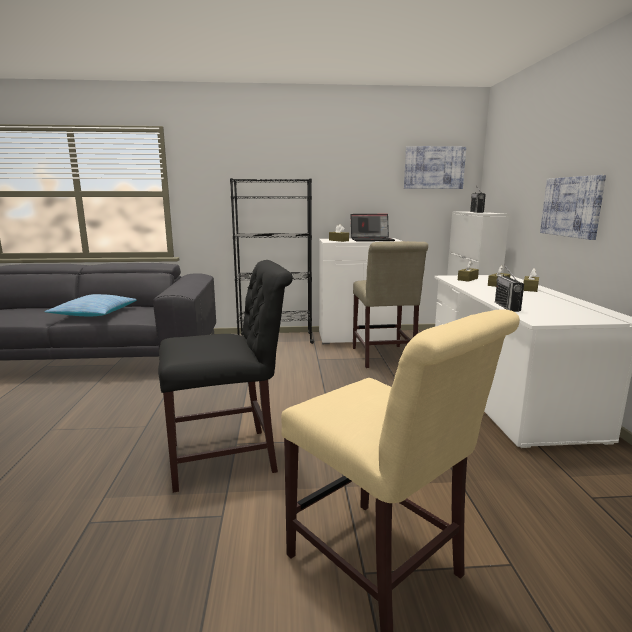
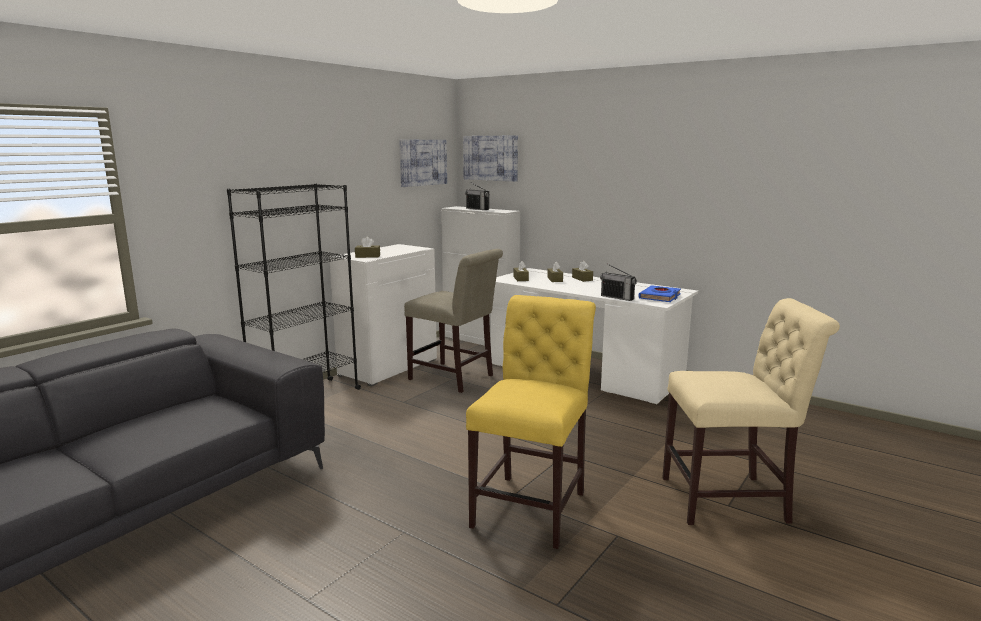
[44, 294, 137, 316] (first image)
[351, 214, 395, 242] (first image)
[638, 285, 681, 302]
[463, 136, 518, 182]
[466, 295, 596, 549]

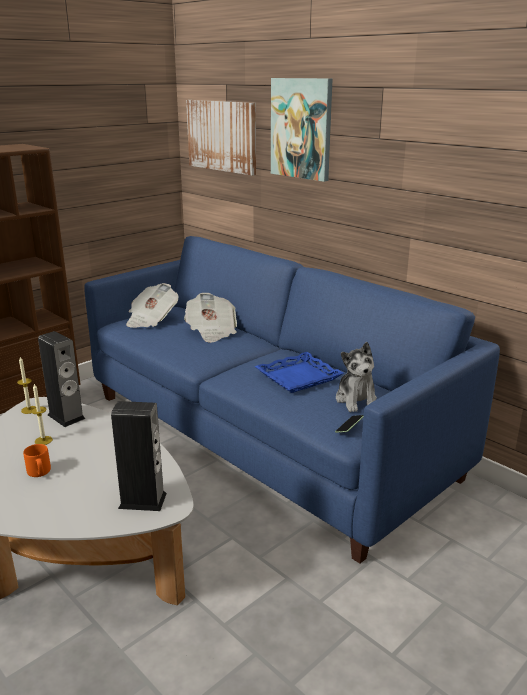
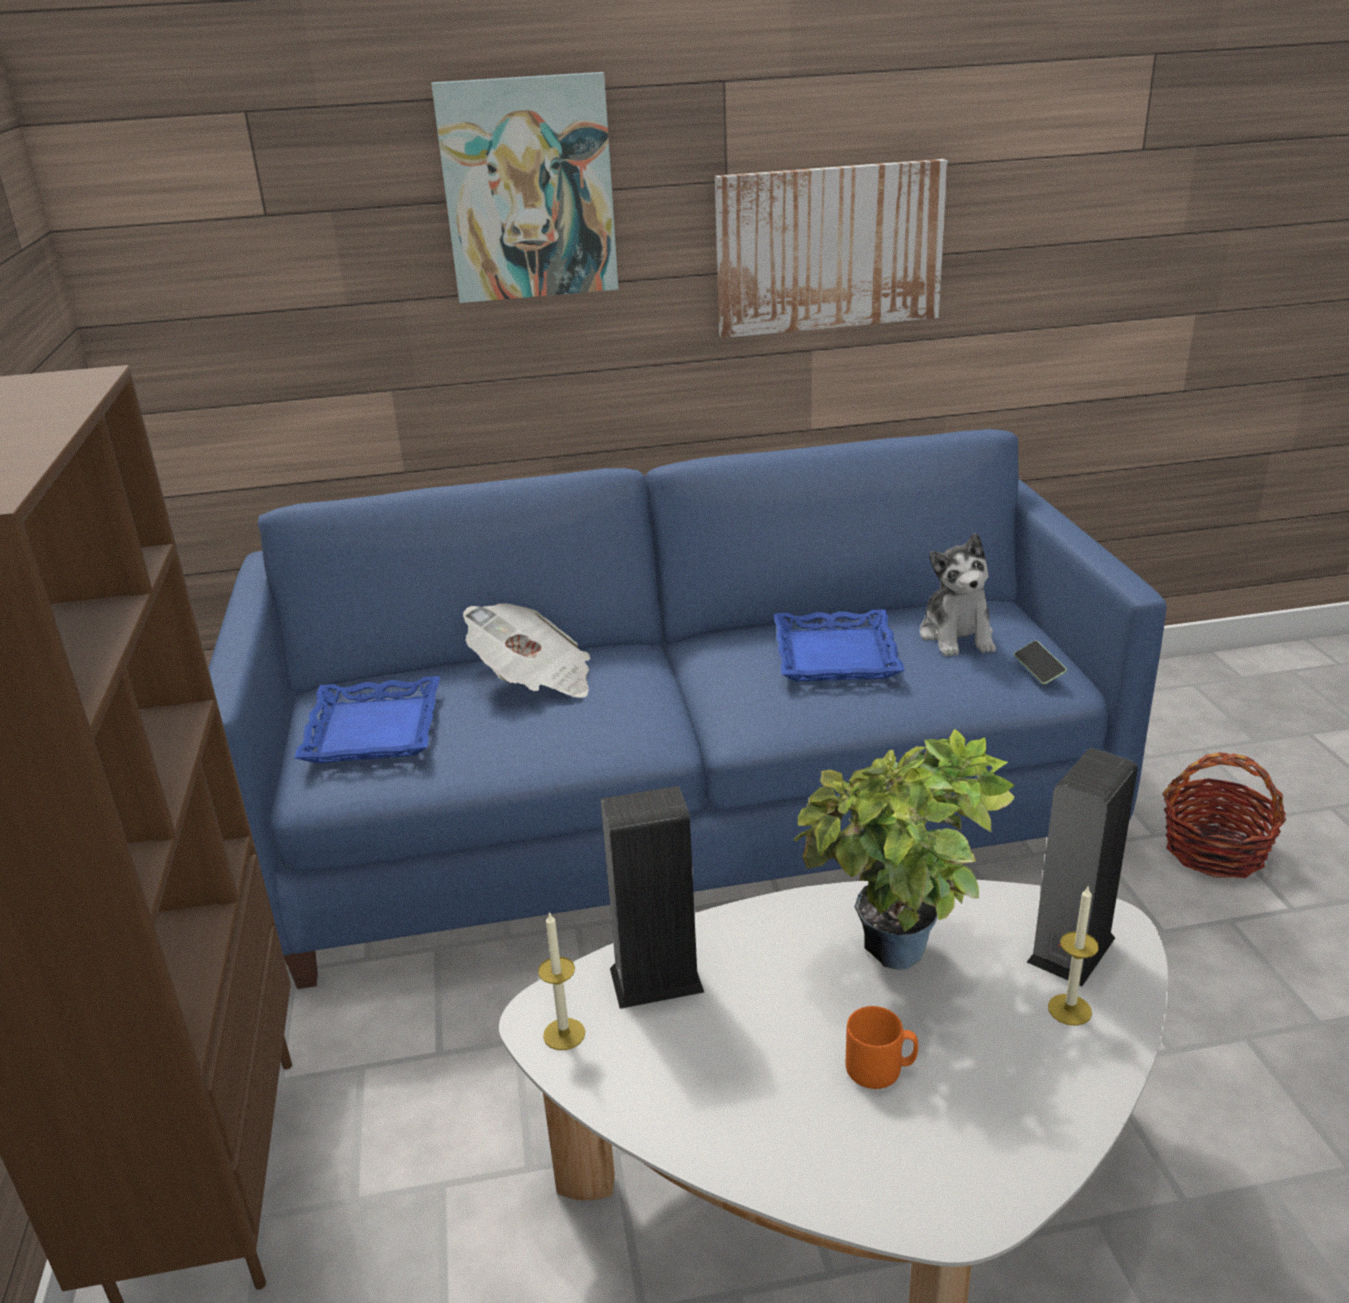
[794, 729, 1015, 970]
[1163, 753, 1286, 878]
[1048, 885, 1099, 1026]
[715, 159, 948, 338]
[294, 676, 440, 763]
[920, 533, 996, 657]

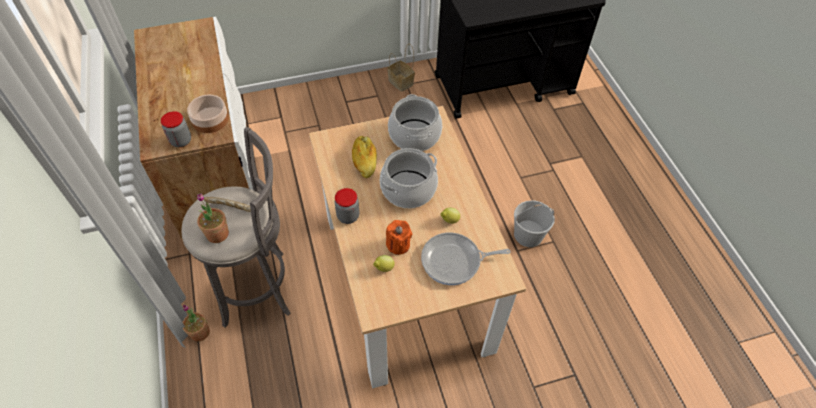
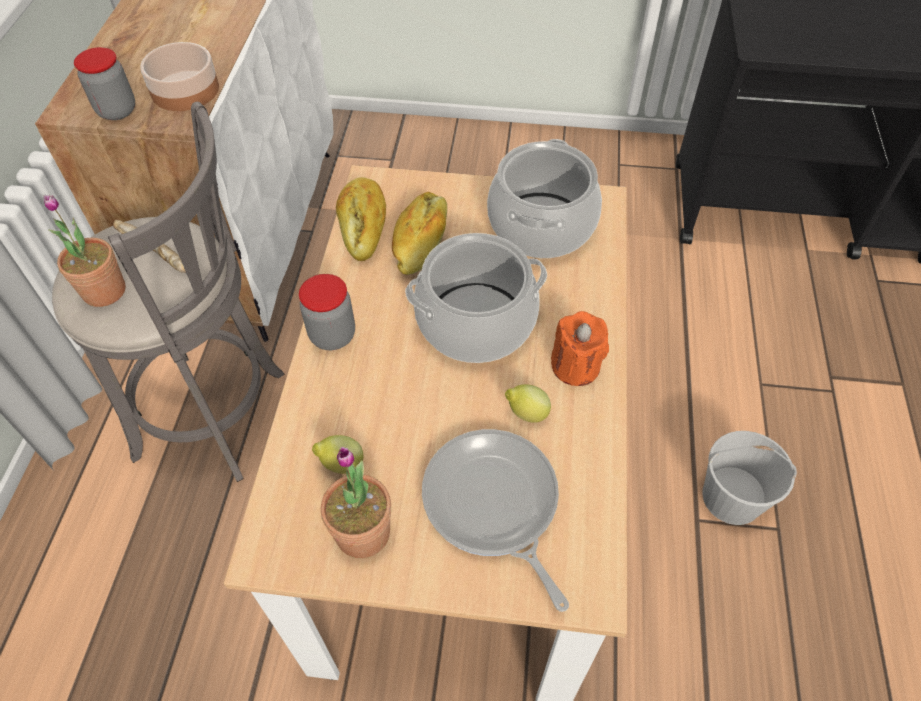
[387, 44, 415, 92] (first image)
[336, 177, 386, 261]
[321, 447, 391, 558]
[551, 311, 609, 386]
[422, 429, 569, 612]

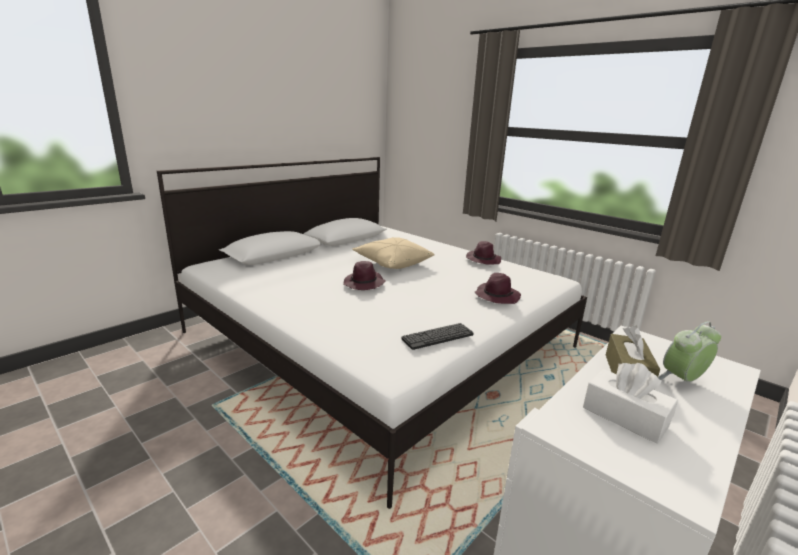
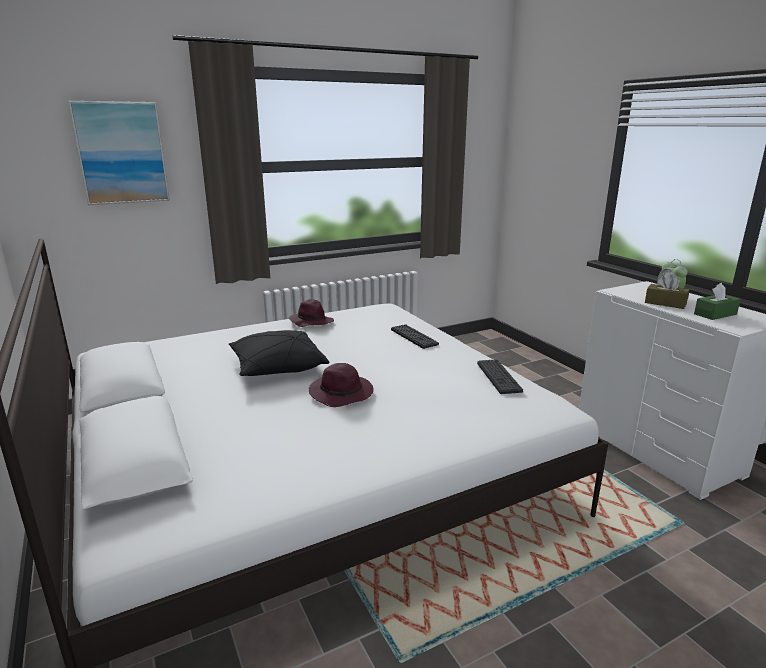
[68, 101, 170, 205]
[391, 324, 439, 349]
[229, 330, 329, 376]
[694, 283, 741, 320]

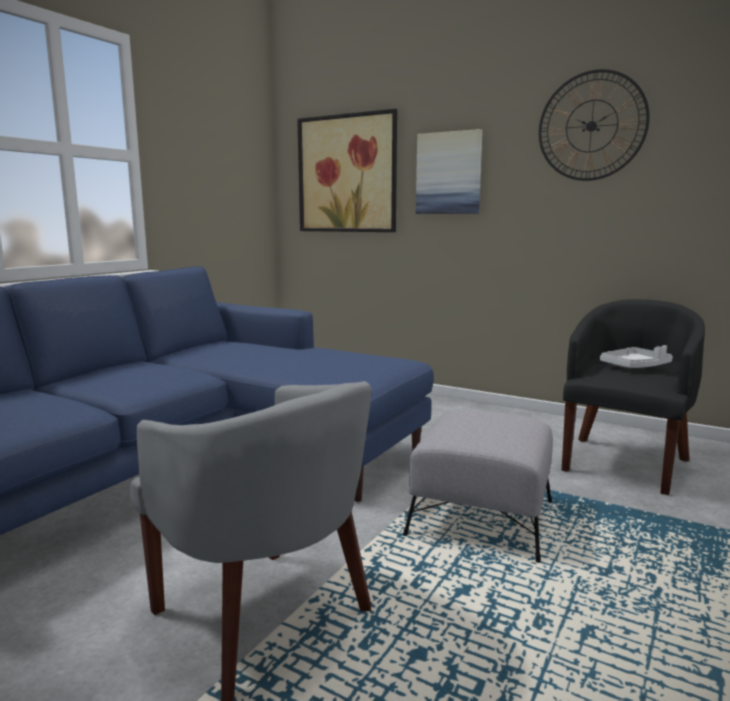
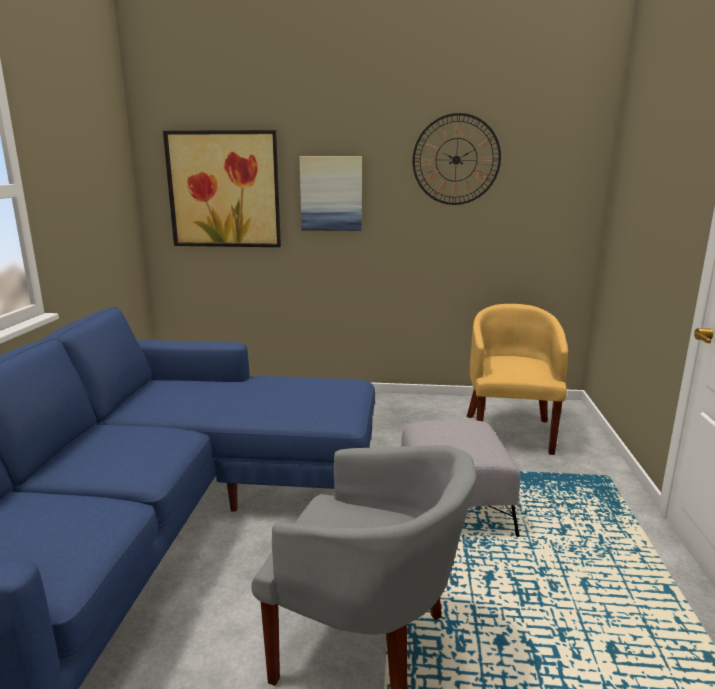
[600, 345, 673, 368] (first image)
[467, 304, 568, 455]

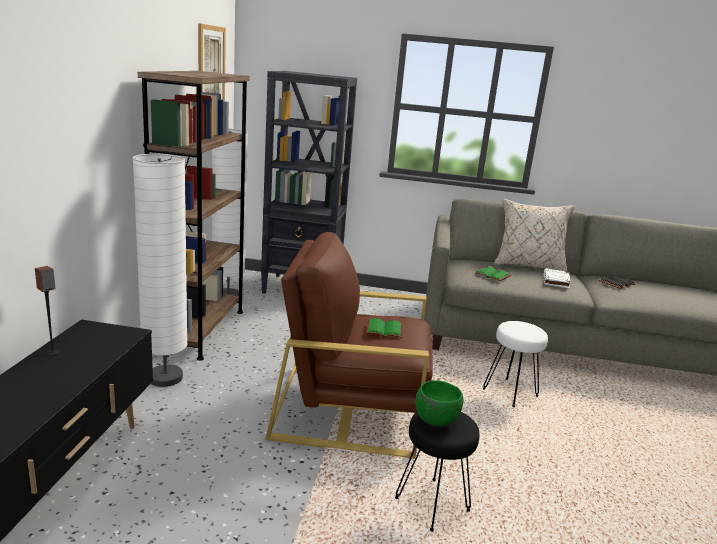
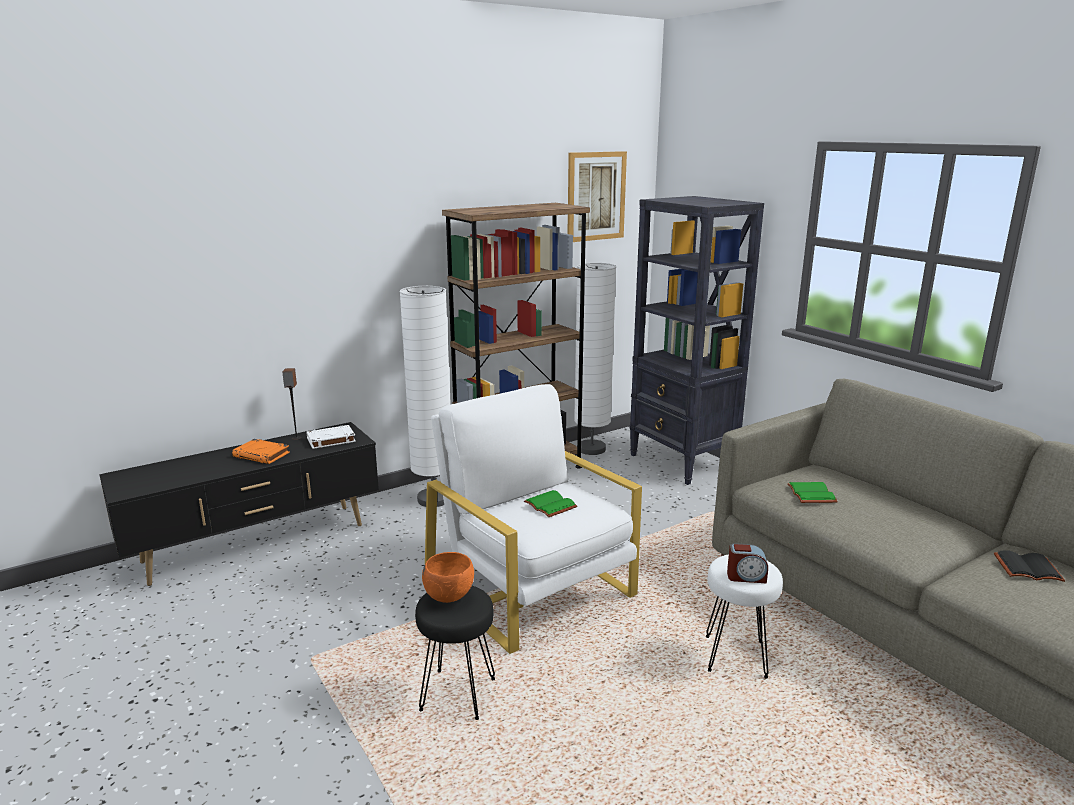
[494, 199, 575, 272] (first image)
[232, 439, 290, 464]
[727, 543, 768, 583]
[306, 425, 356, 449]
[425, 384, 642, 654]
[422, 552, 474, 603]

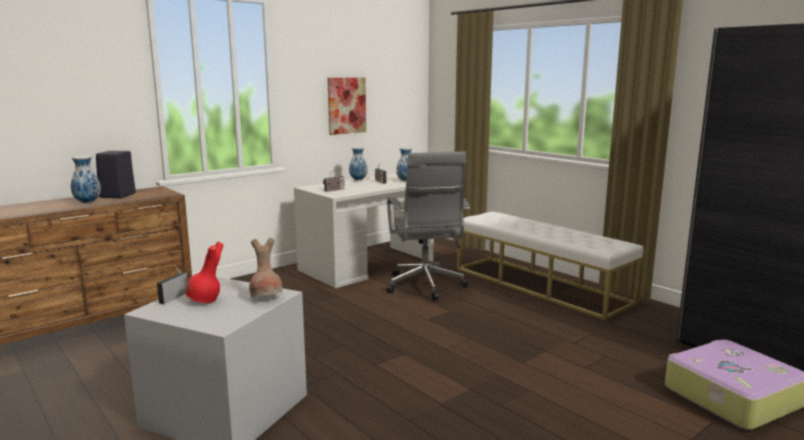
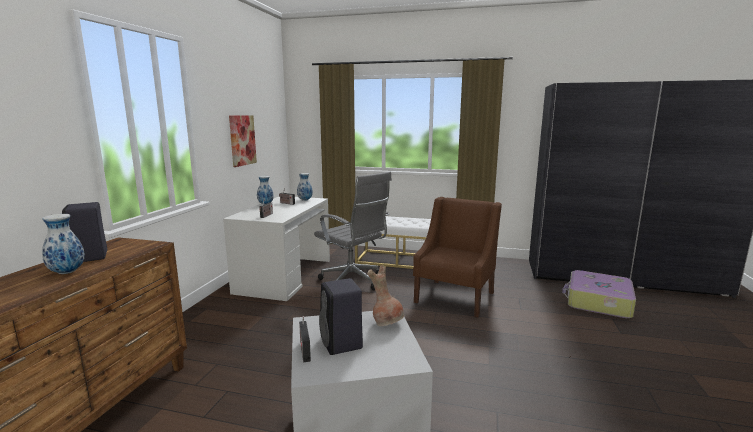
[413, 197, 502, 318]
[319, 278, 363, 355]

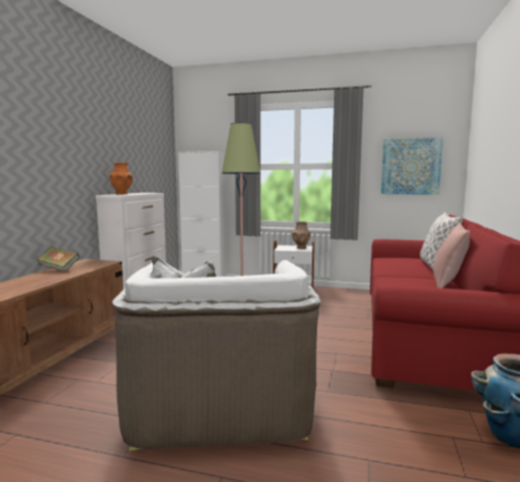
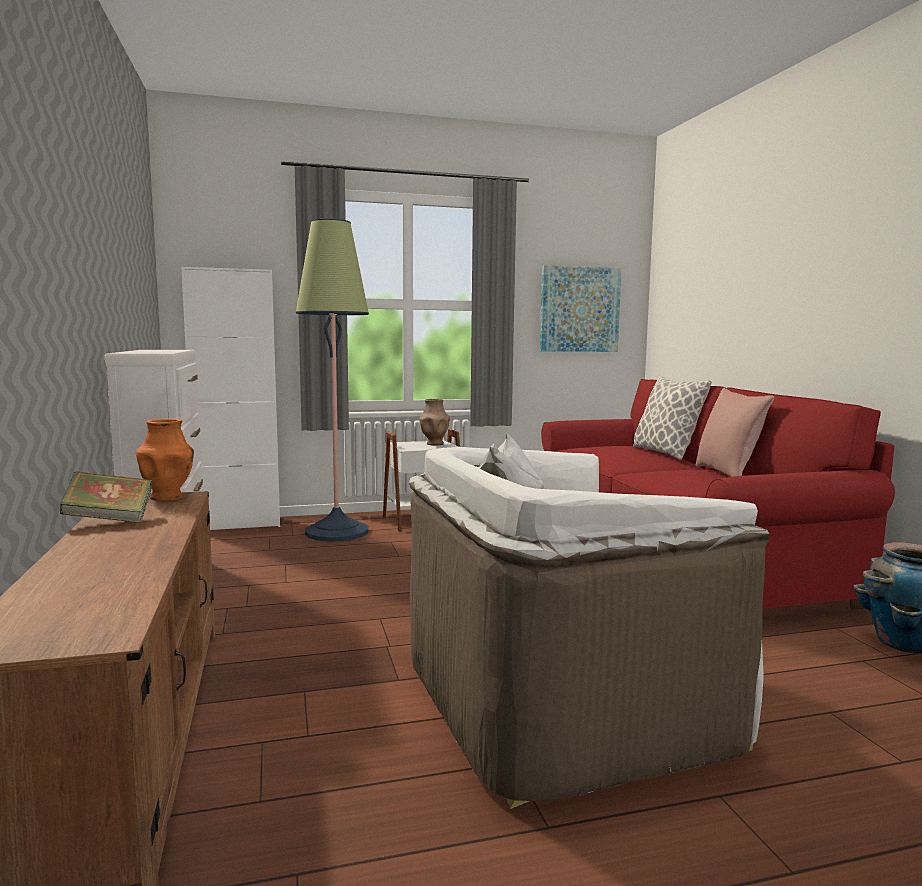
[136, 419, 194, 501]
[409, 433, 770, 809]

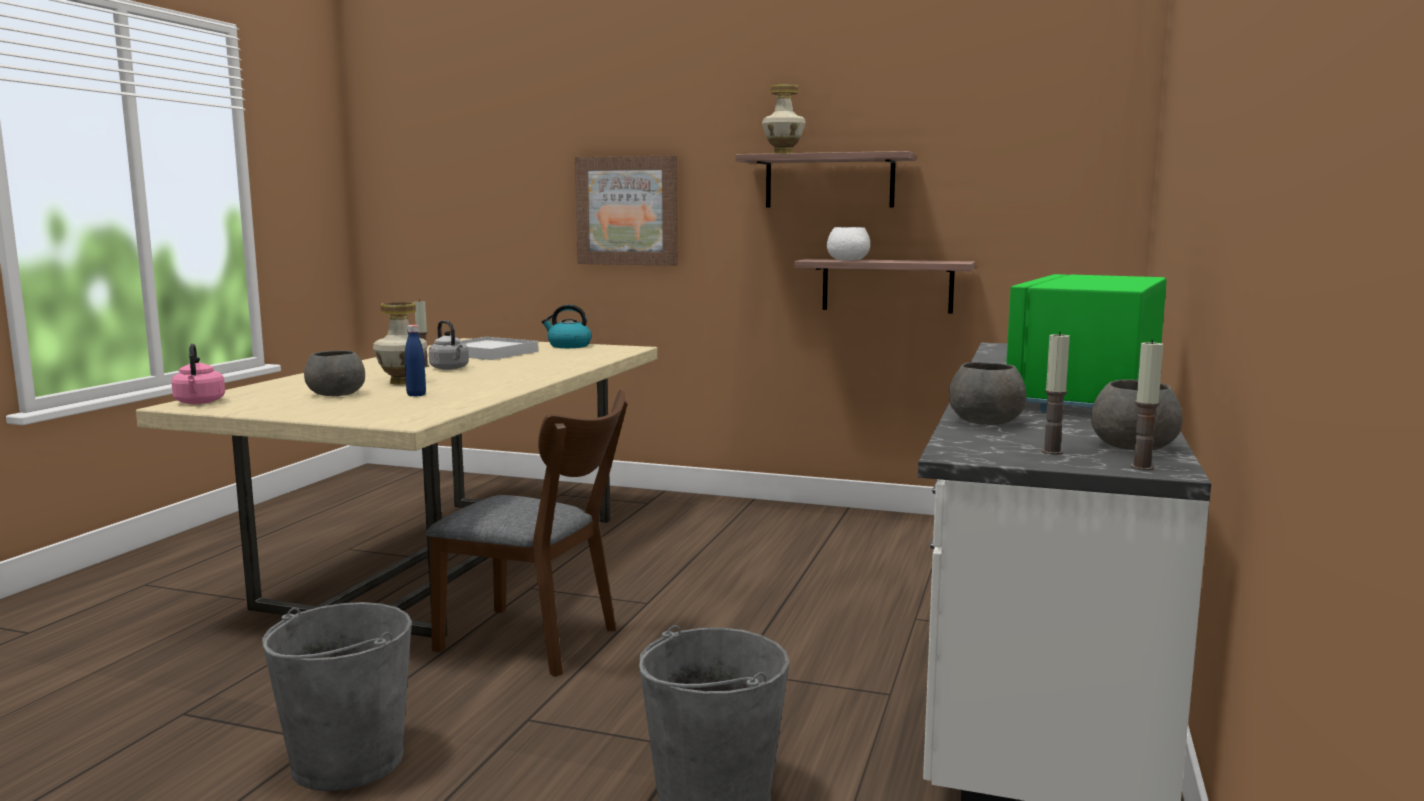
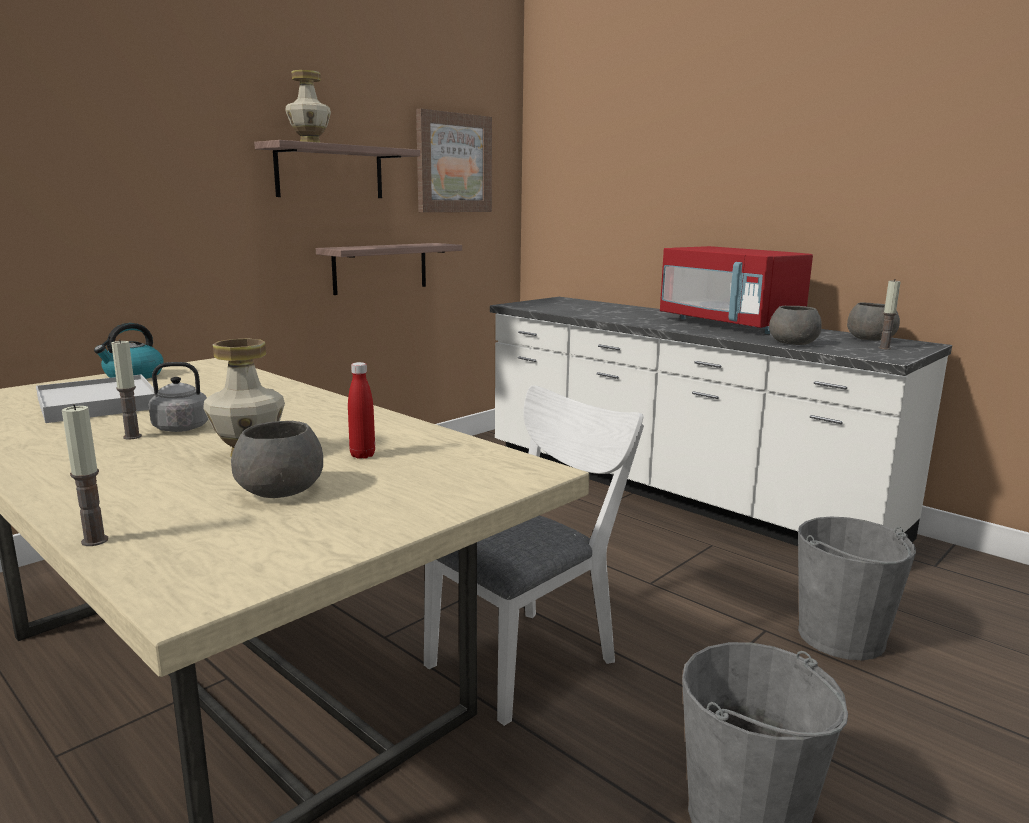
[171, 344, 225, 404] (first image)
[827, 227, 870, 260] (first image)
[416, 109, 492, 212]
[62, 404, 108, 546]
[348, 362, 375, 459]
[424, 385, 644, 726]
[660, 246, 813, 334]

